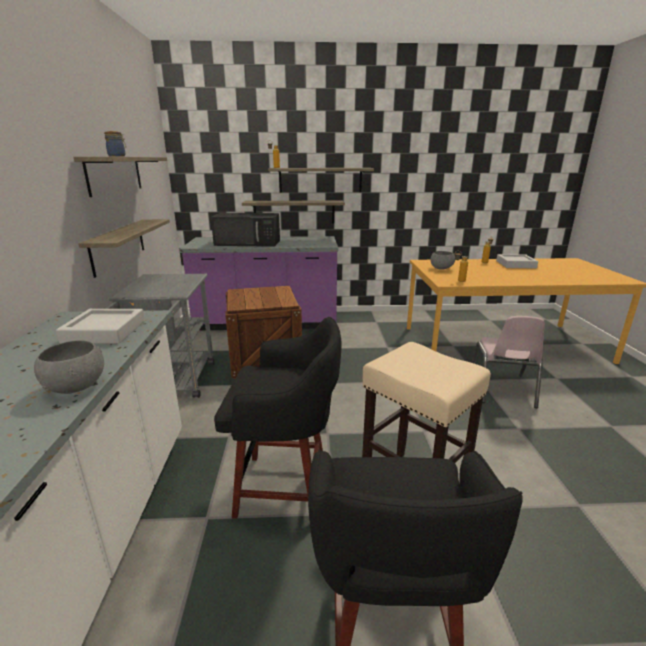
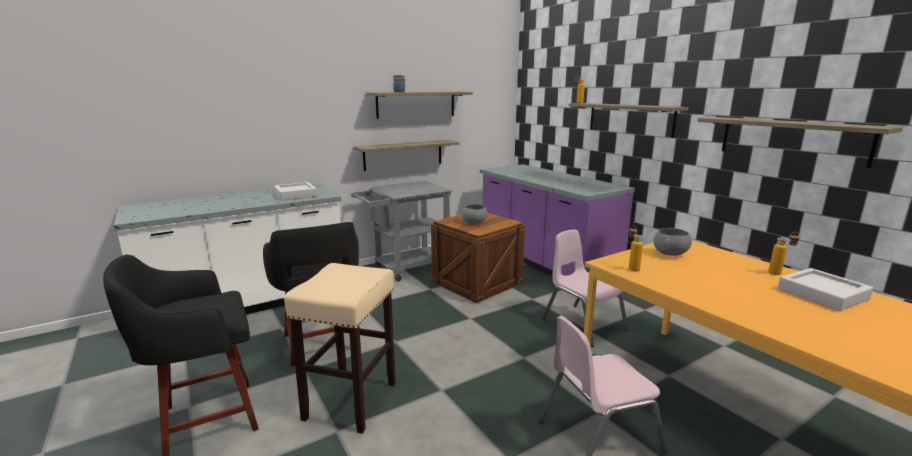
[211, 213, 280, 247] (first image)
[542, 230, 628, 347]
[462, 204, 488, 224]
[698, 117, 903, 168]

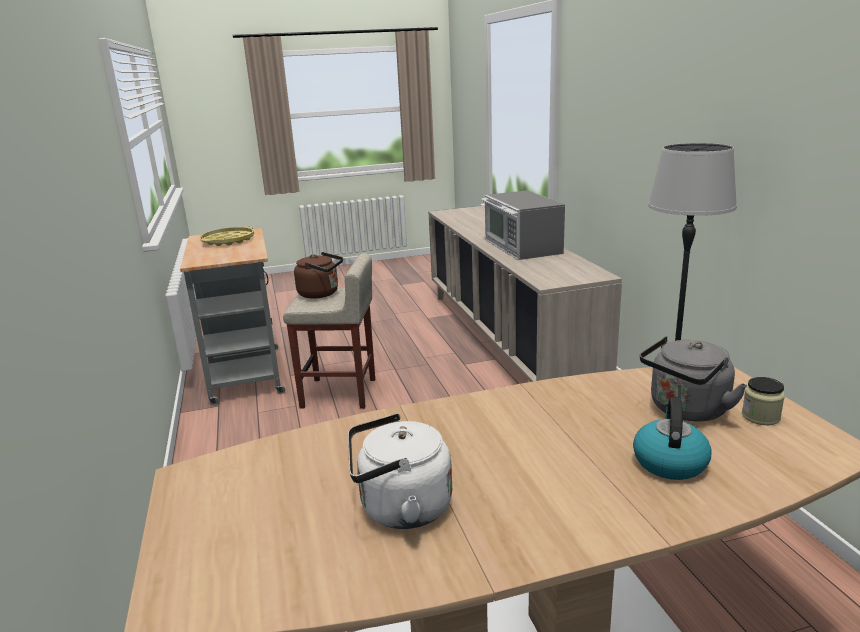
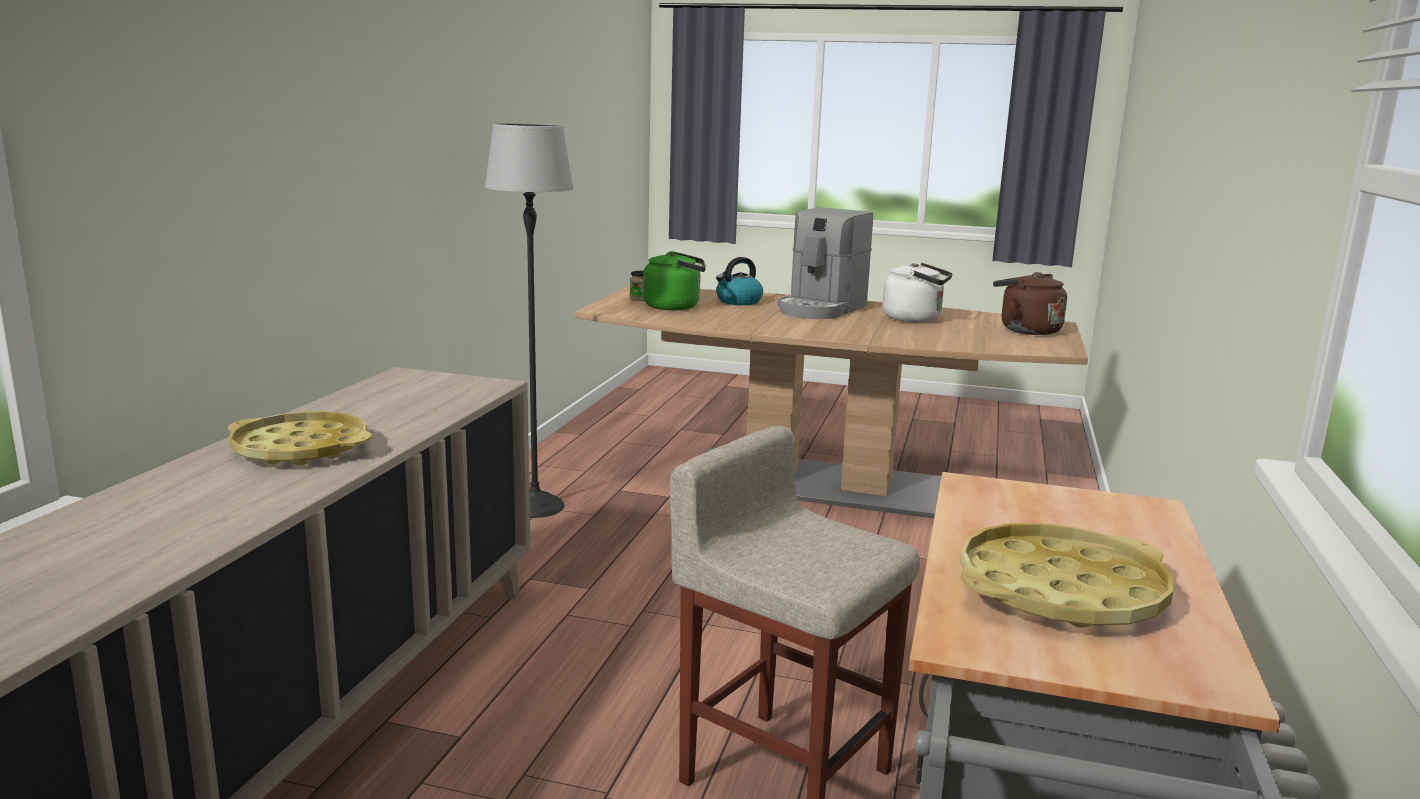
[777, 207, 873, 319]
[993, 272, 1067, 335]
[228, 412, 372, 466]
[643, 251, 706, 310]

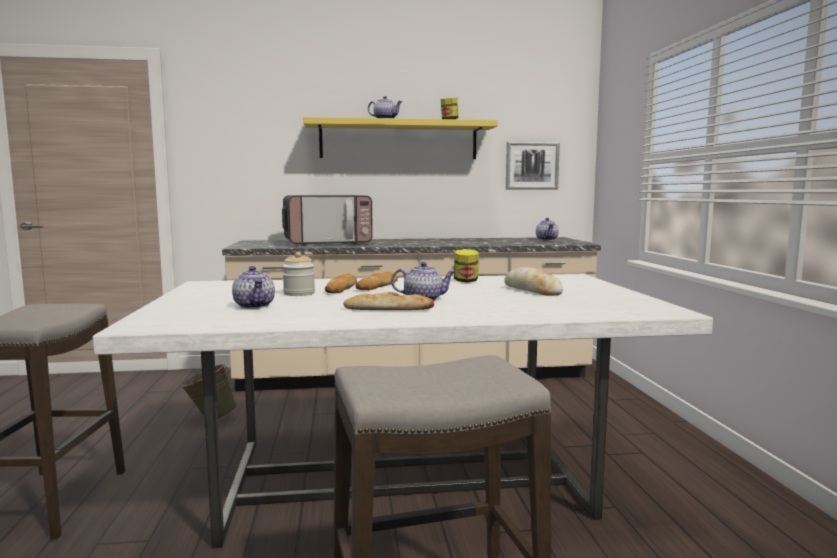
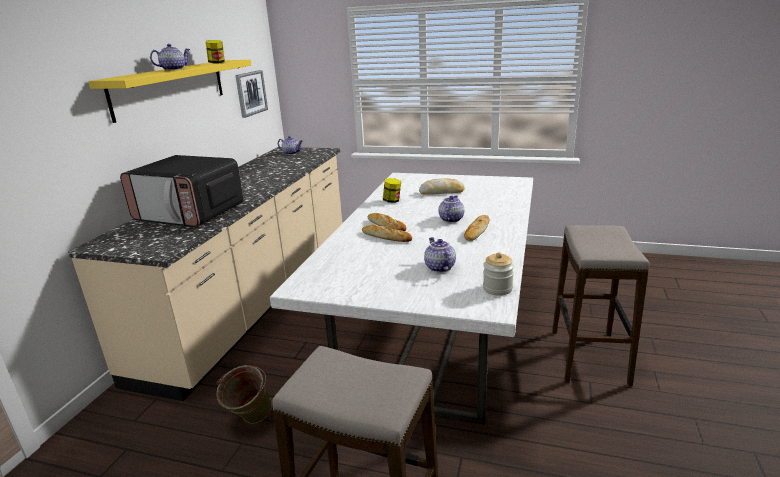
[483, 252, 514, 296]
[424, 237, 456, 272]
[120, 155, 244, 227]

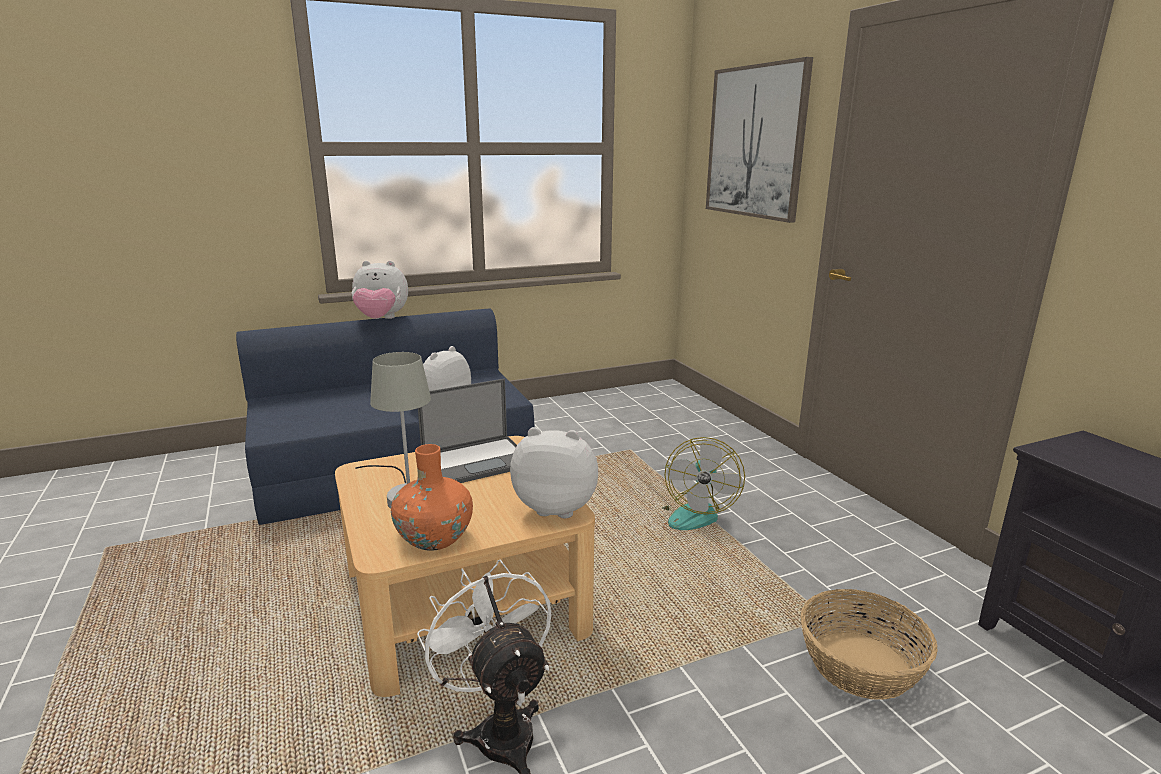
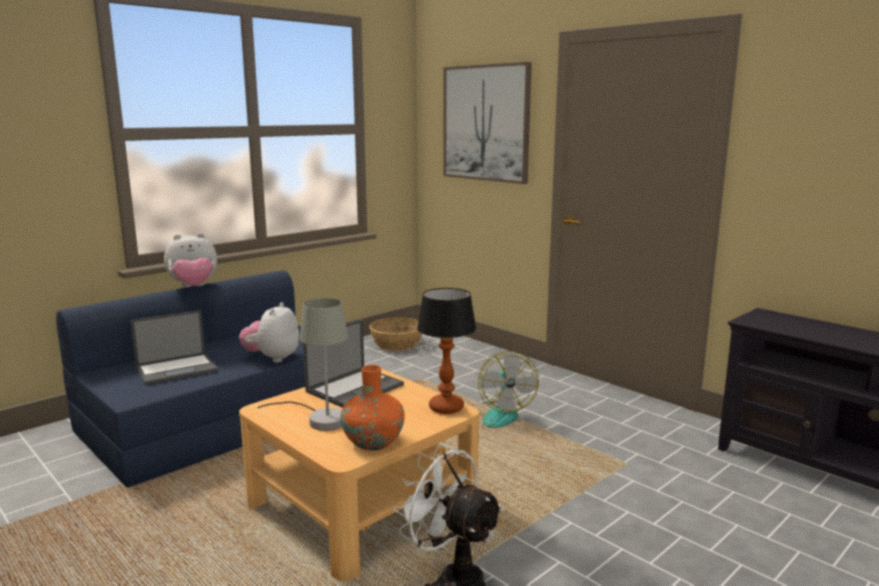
[130, 310, 218, 385]
[370, 317, 422, 351]
[417, 288, 476, 414]

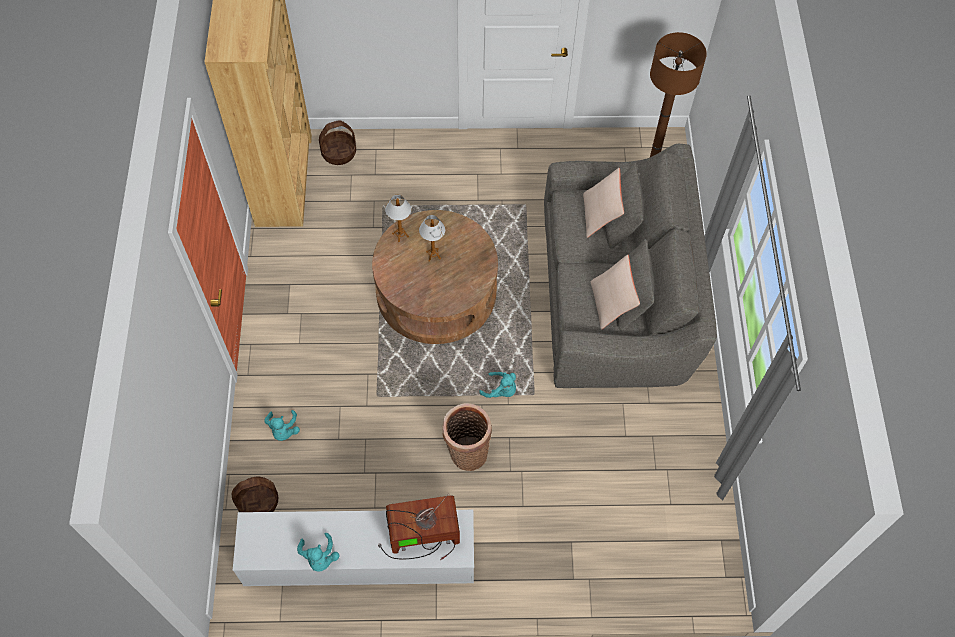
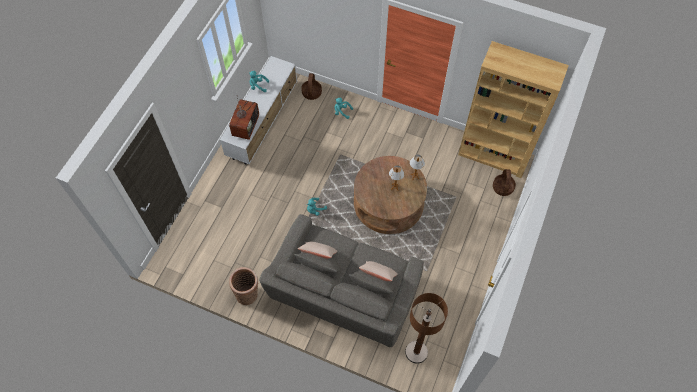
[229, 267, 258, 305]

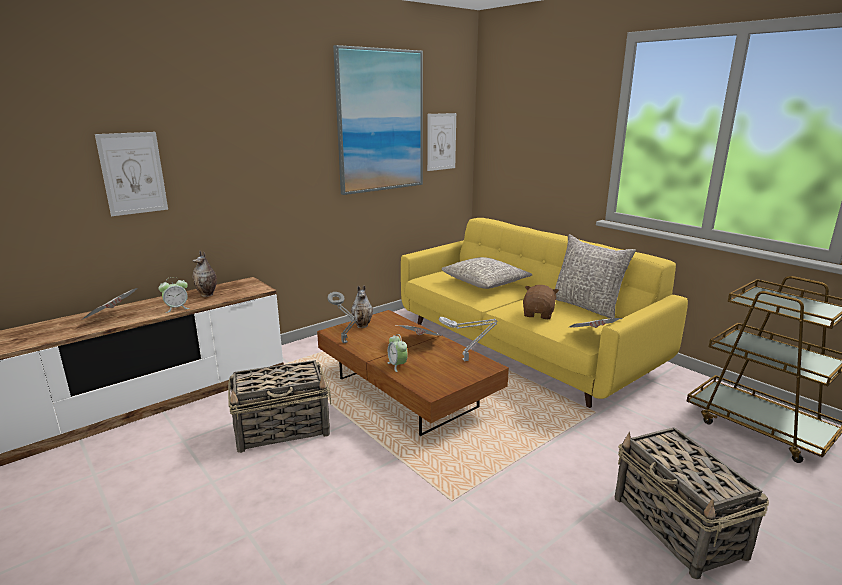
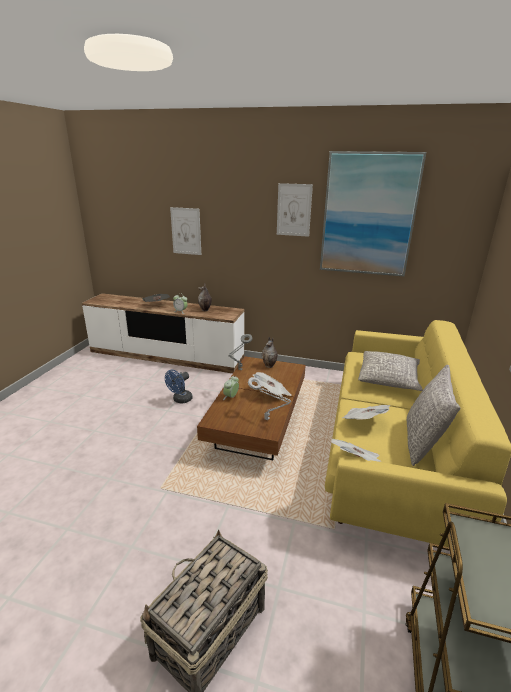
[277, 183, 313, 237]
[165, 370, 193, 404]
[343, 405, 391, 420]

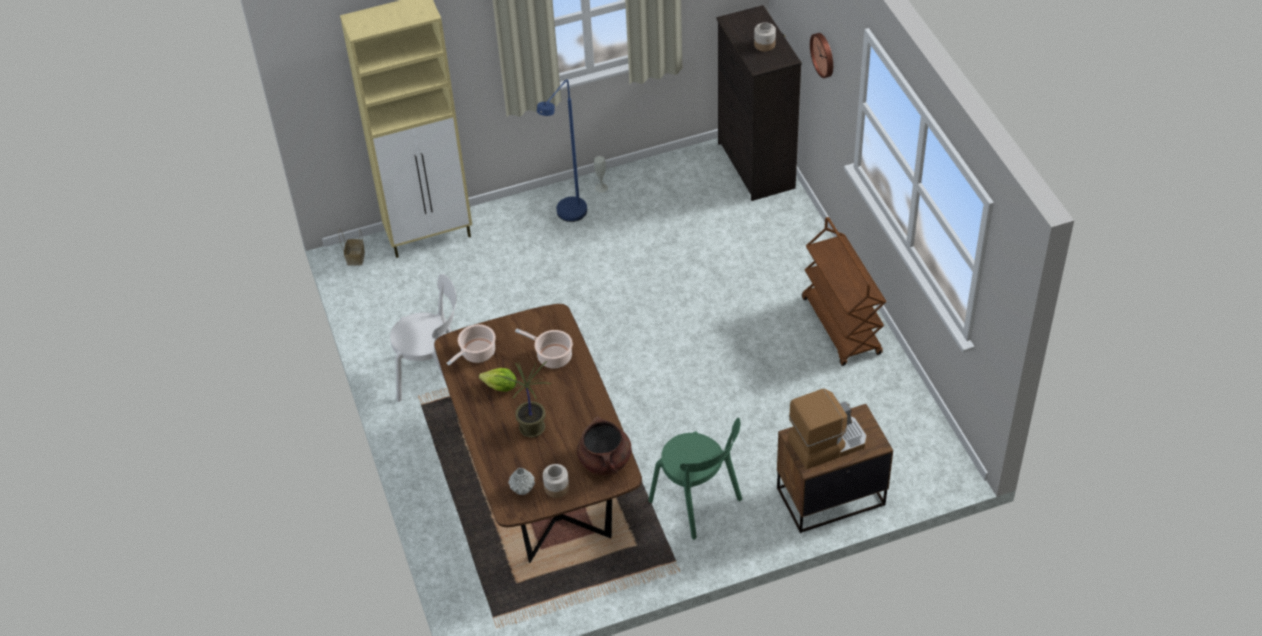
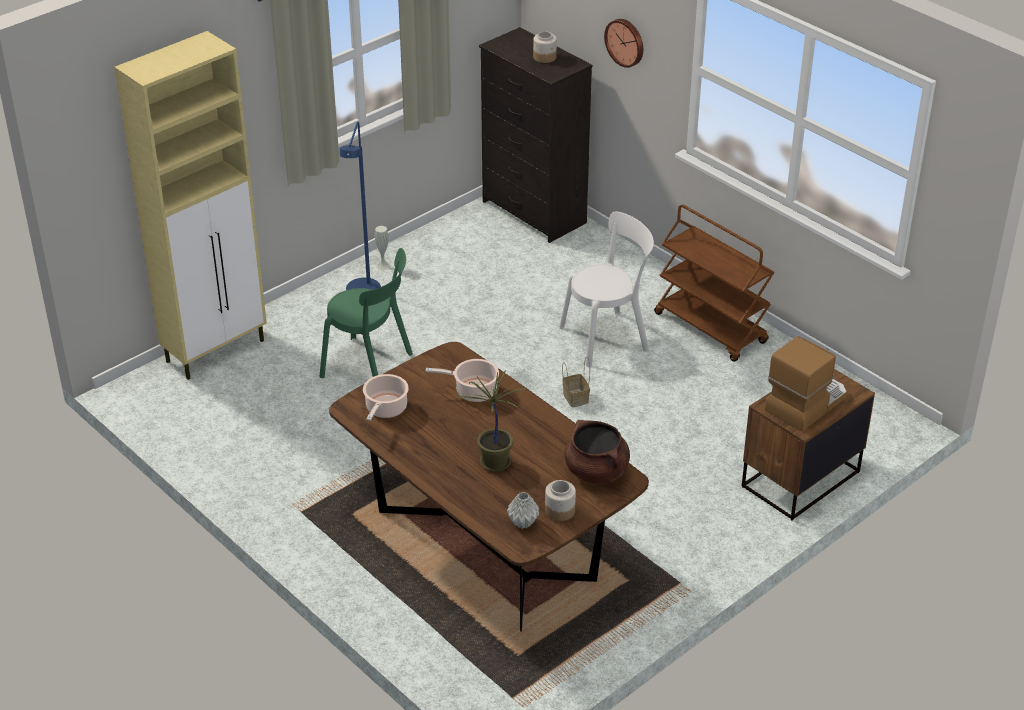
[479, 368, 517, 392] (first image)
[562, 357, 590, 407]
[559, 211, 654, 367]
[319, 248, 413, 378]

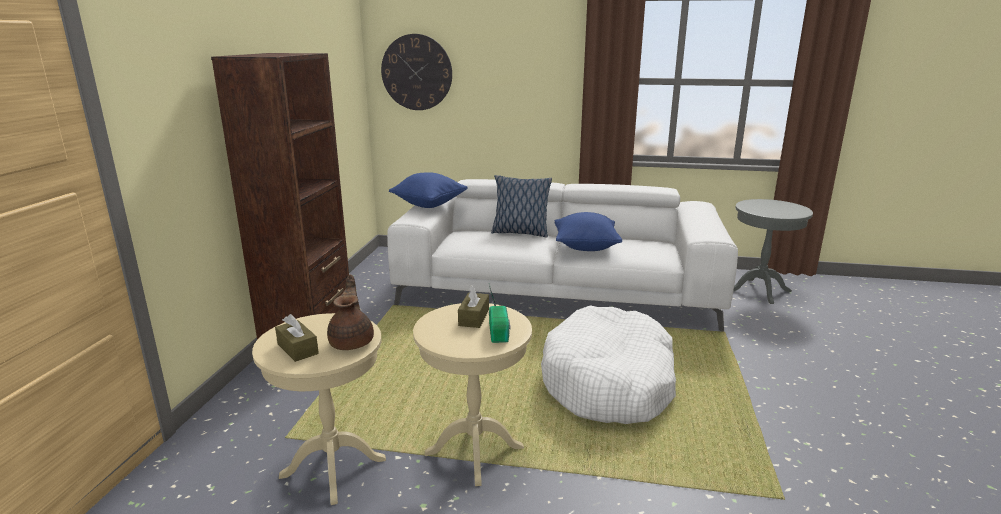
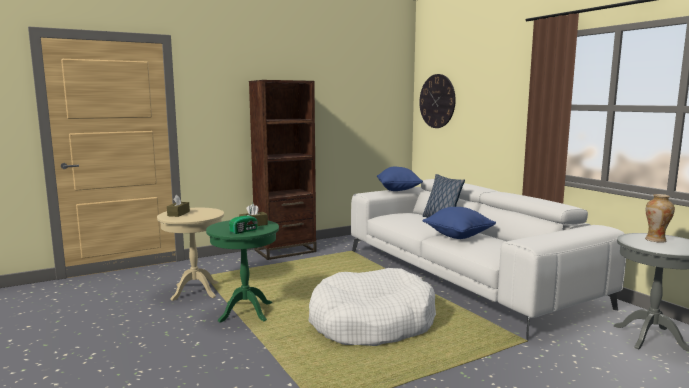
[327, 275, 374, 350] (first image)
[645, 194, 675, 243]
[206, 220, 279, 323]

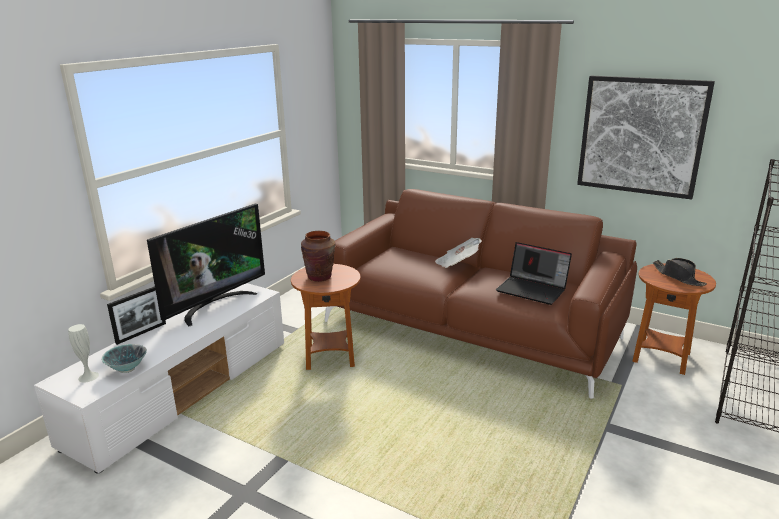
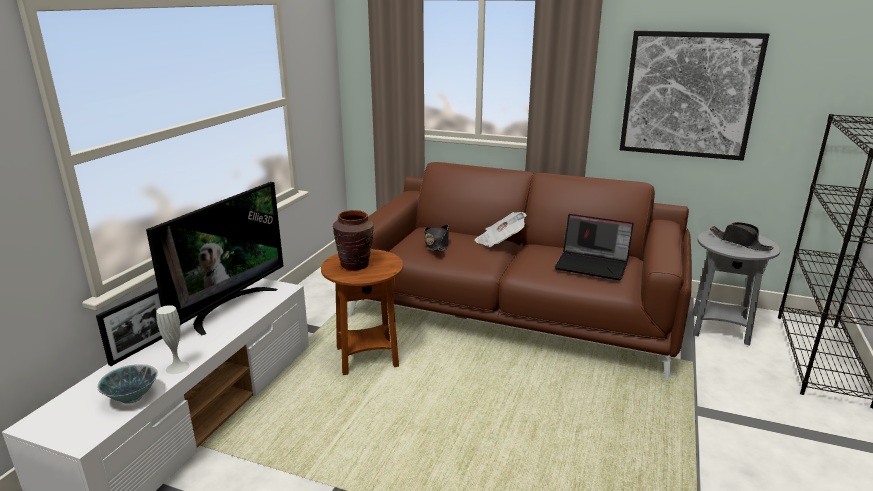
[424, 225, 449, 251]
[156, 305, 190, 374]
[693, 229, 781, 345]

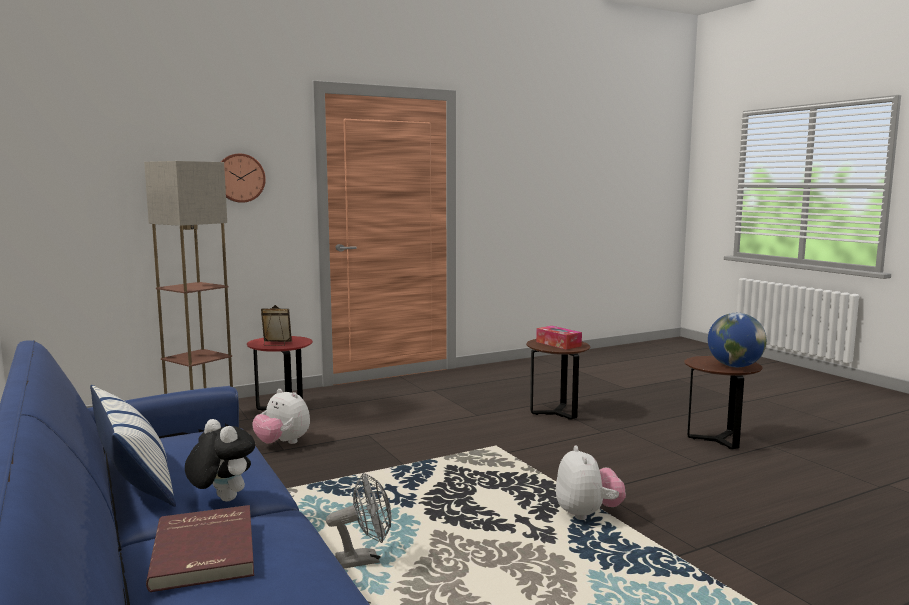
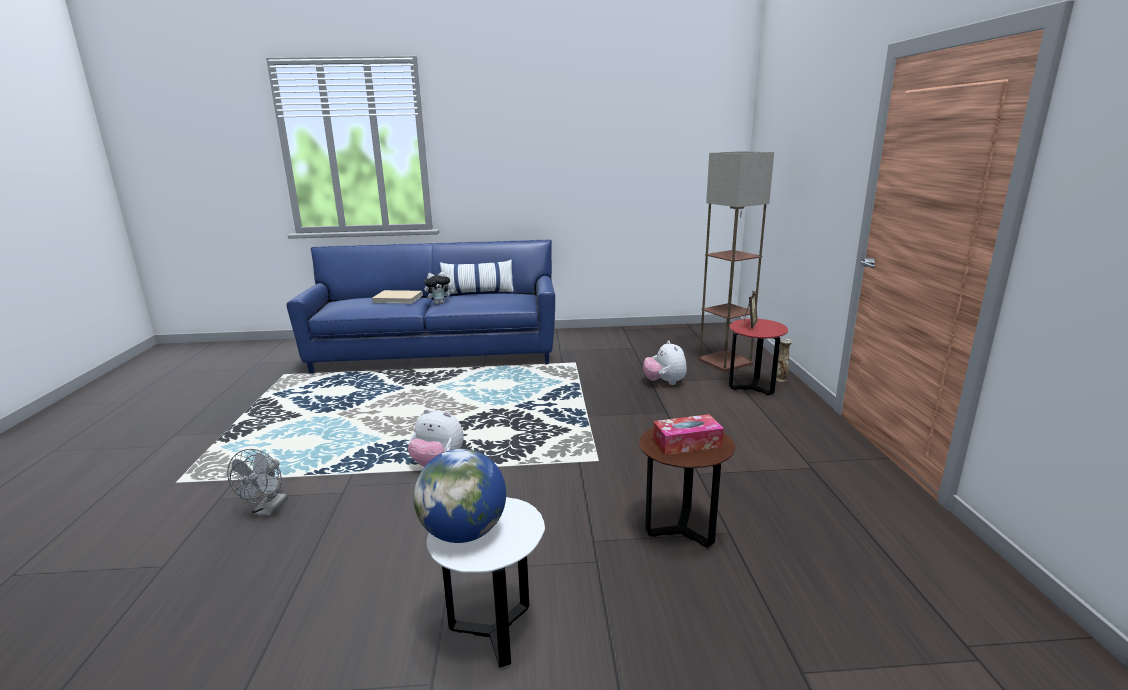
[221, 154, 266, 203] (first image)
[776, 339, 792, 382]
[227, 449, 287, 517]
[372, 290, 423, 303]
[427, 497, 545, 668]
[643, 340, 687, 385]

